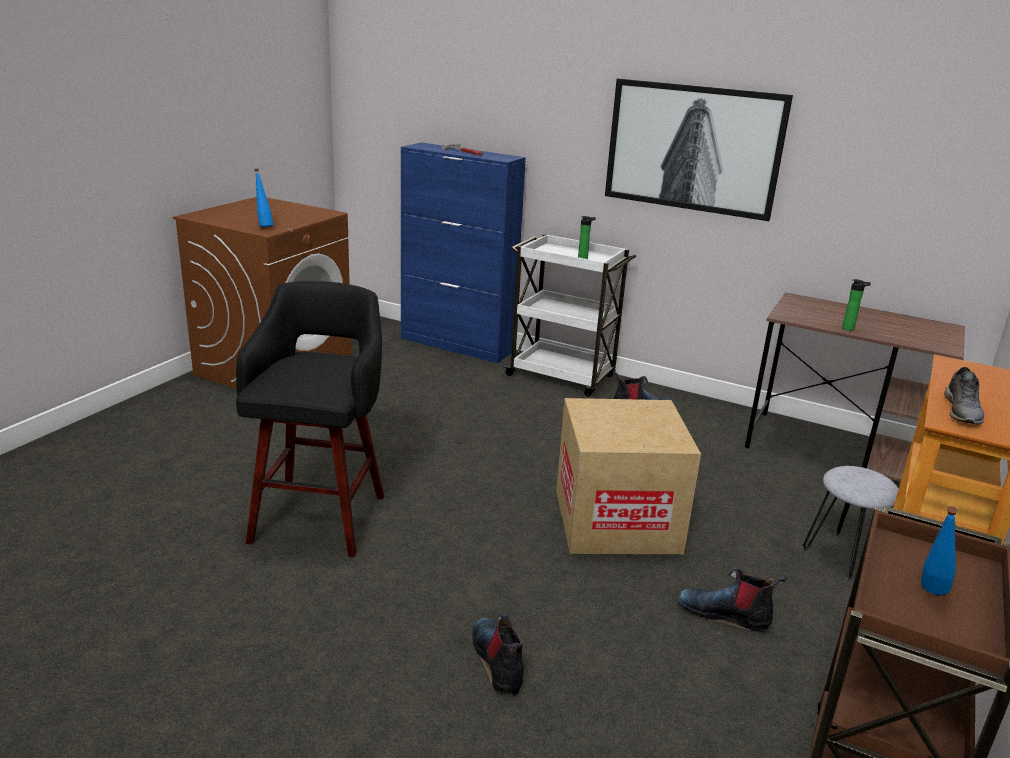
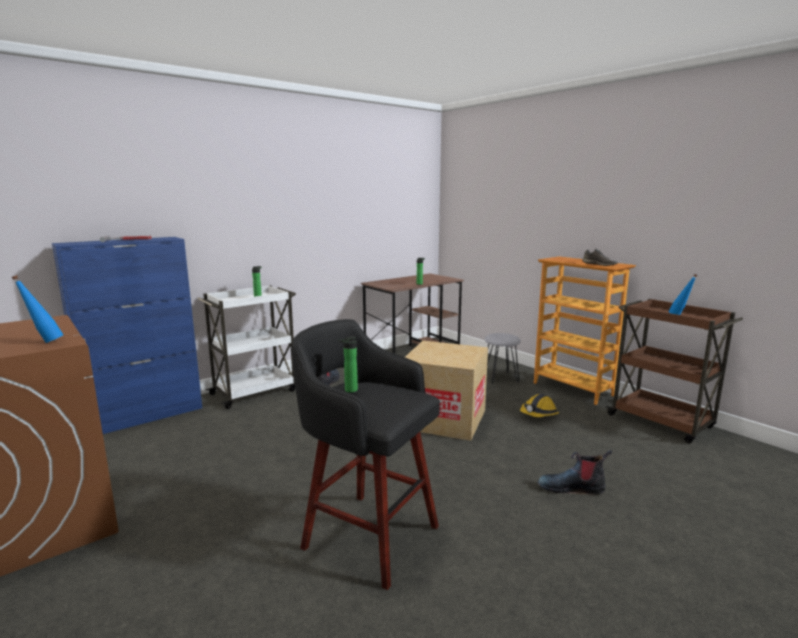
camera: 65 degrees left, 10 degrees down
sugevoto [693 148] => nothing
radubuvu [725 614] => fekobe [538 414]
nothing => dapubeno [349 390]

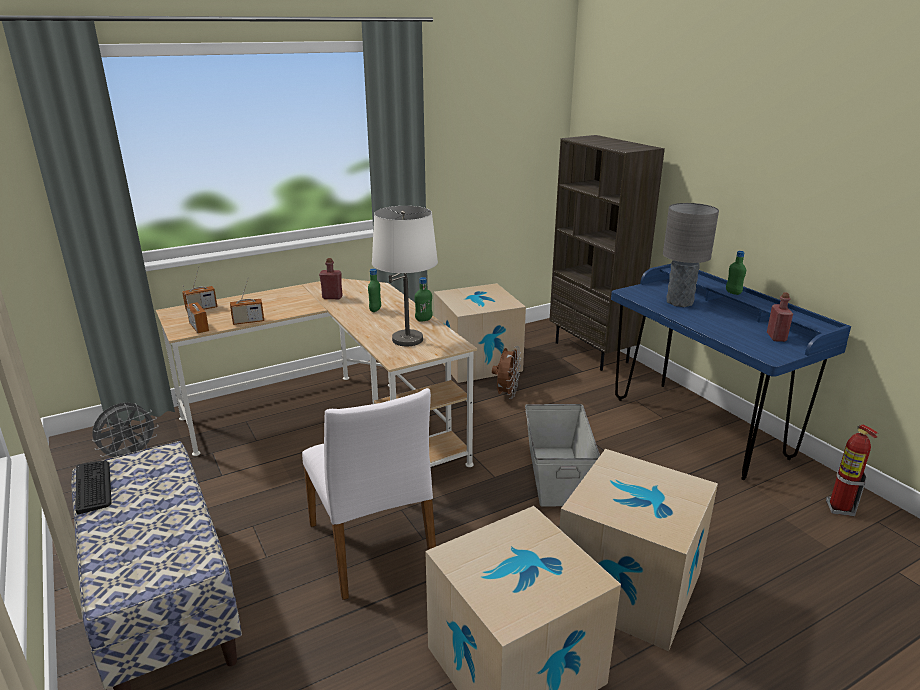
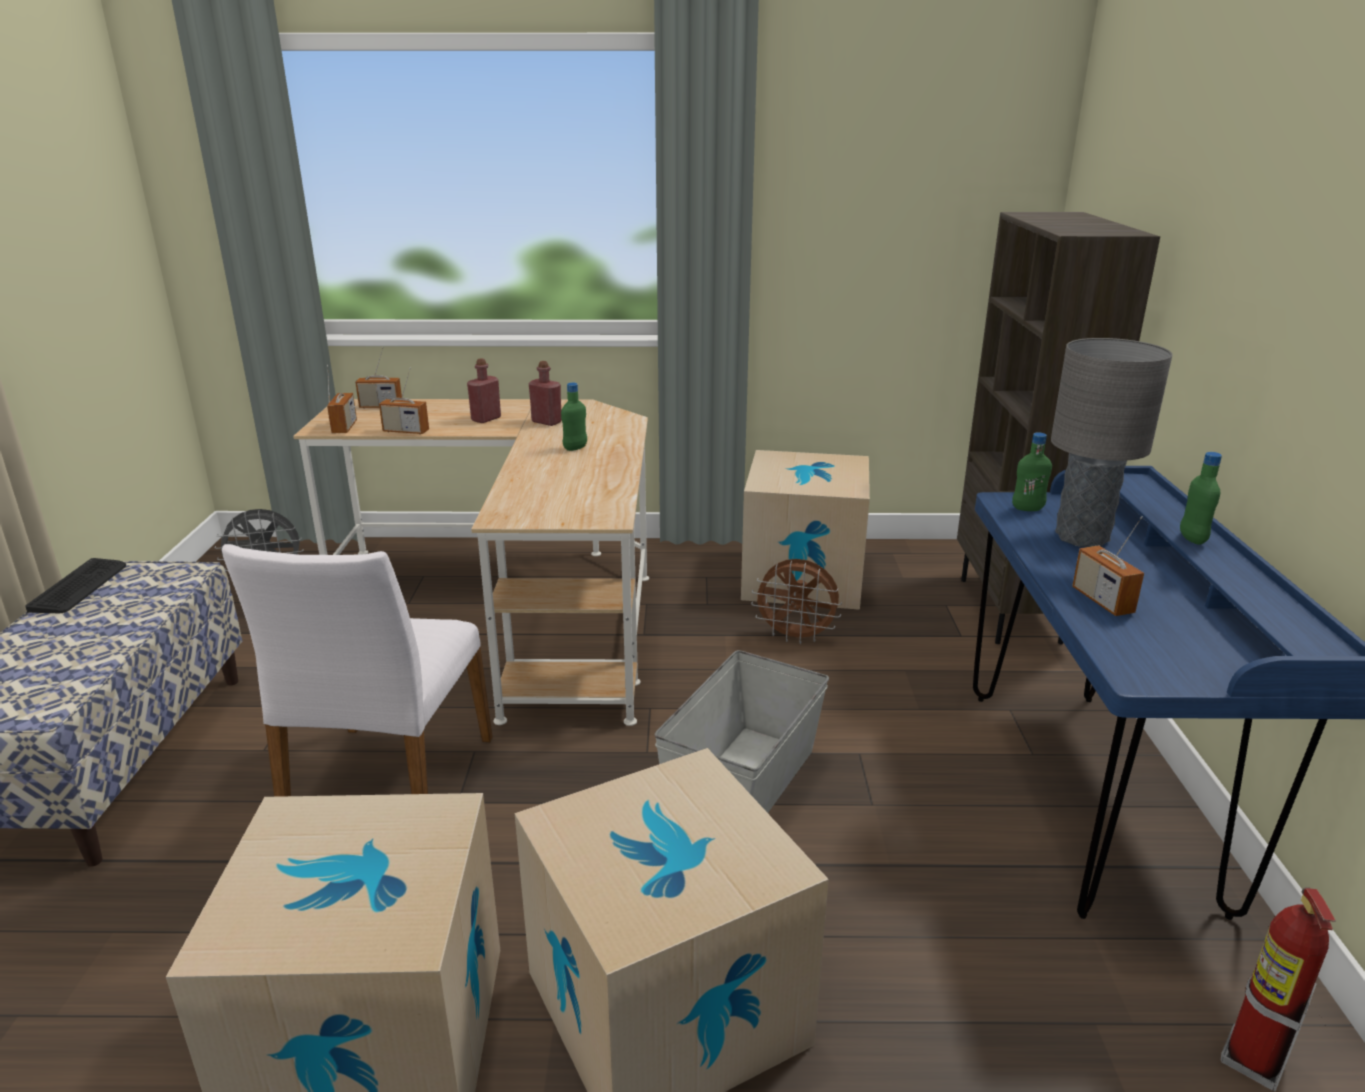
camera: 30 degrees right, 0 degrees up
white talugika [407 339] => nothing
green dapubeno [423 319] => green dapubeno [1027 509], shifted
red dapubeno [776 337] => red dapubeno [486 419], shifted
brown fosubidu [506 394] => brown fosubidu [796 637], 60 degrees clockwise
nothing => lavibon [1102 601]

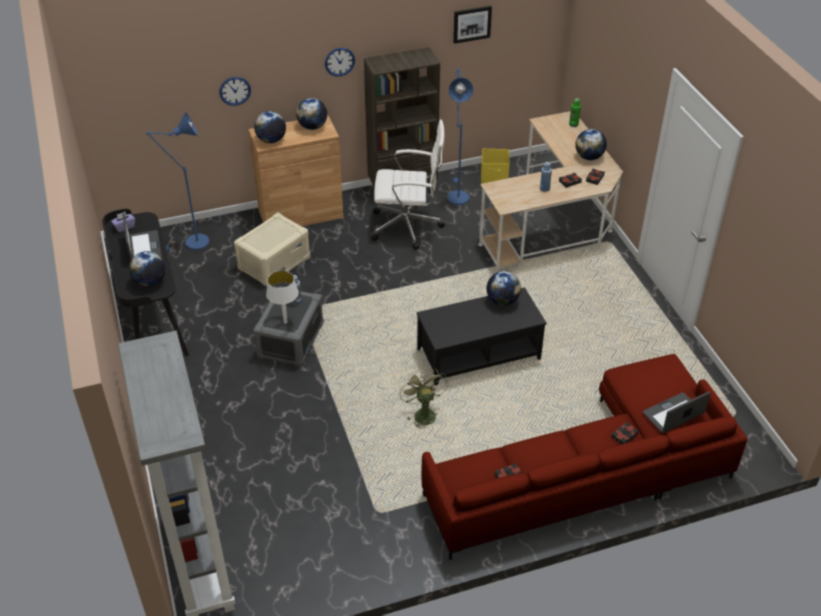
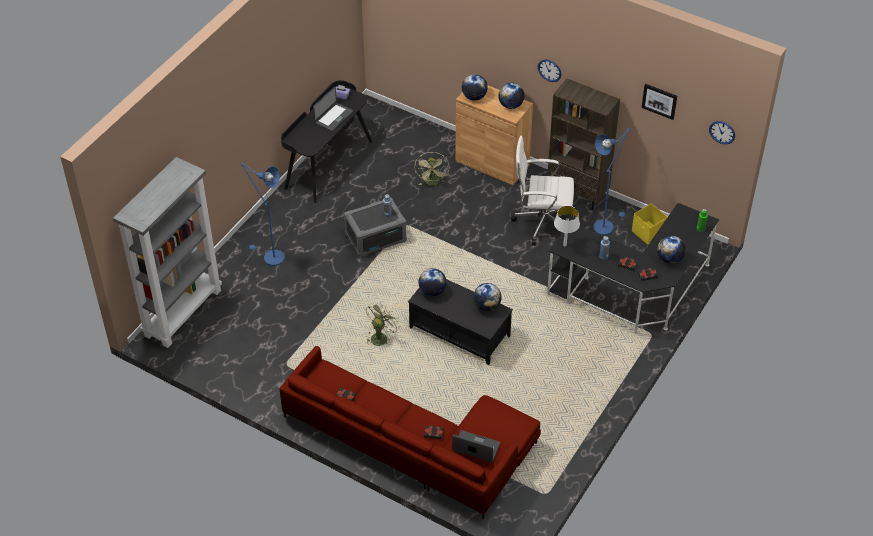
camera: 50 degrees right, 5 degrees up
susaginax [235 91] => susaginax [722 132], shifted
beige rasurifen [553 224] => black rasurifen [634 294]
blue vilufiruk [192 244] => blue vilufiruk [270 257], shifted
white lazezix [408 227] => white lazezix [542 222], 135 degrees clockwise
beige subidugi [274 262] => green fosubidu [432 183]
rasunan [150 281] => rasunan [432 291], shifted
white talugika [285 322] => white talugika [564 245], shifted

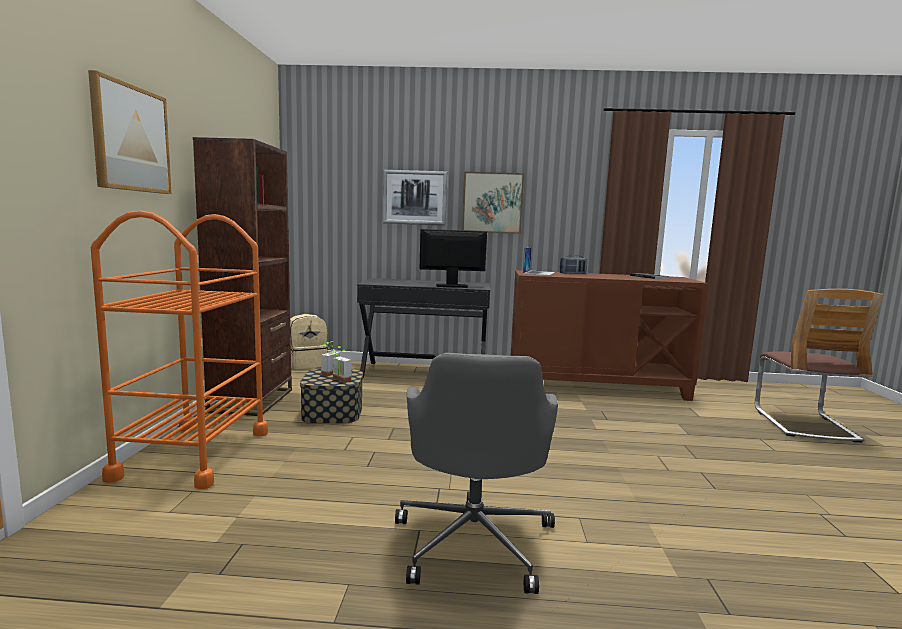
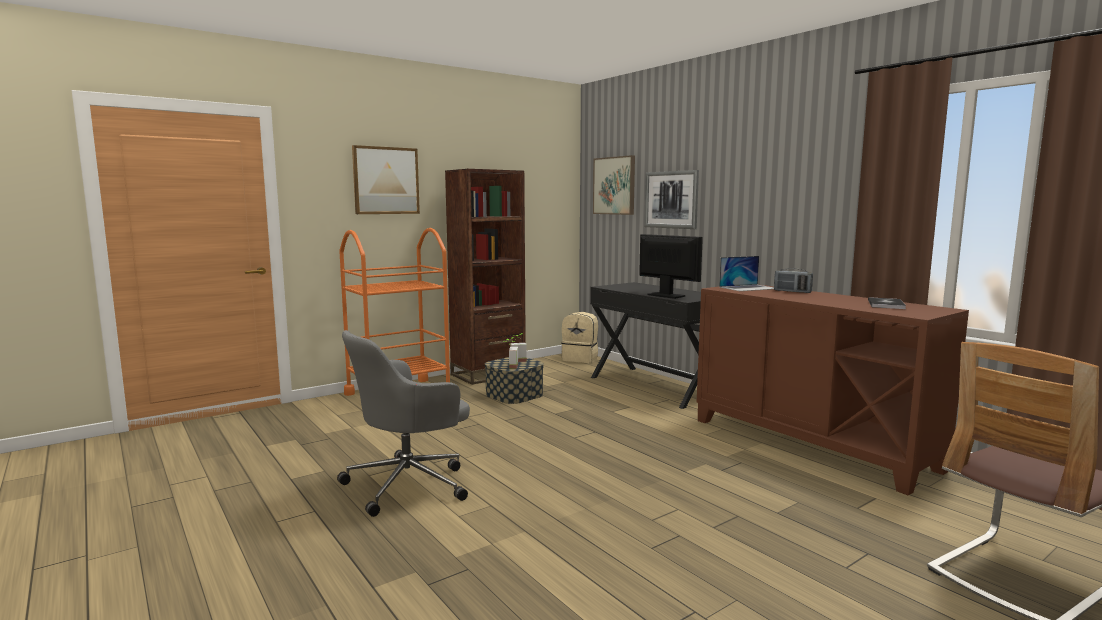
camera: 50 degrees right, 0 degrees up
sugevoto [492 203] => sugevoto [614 185], shifted

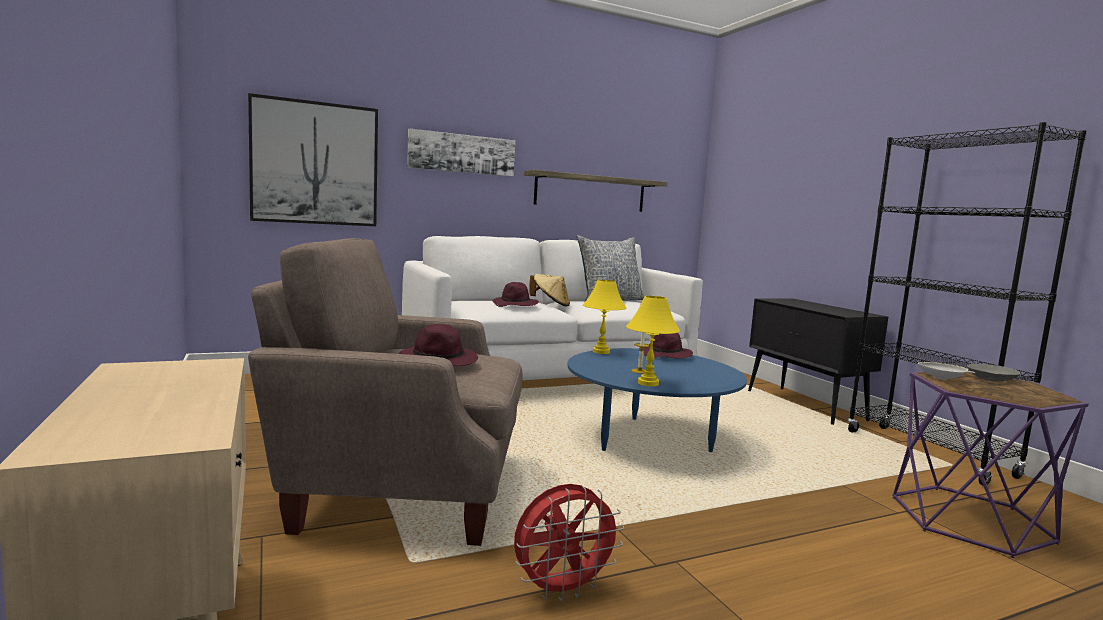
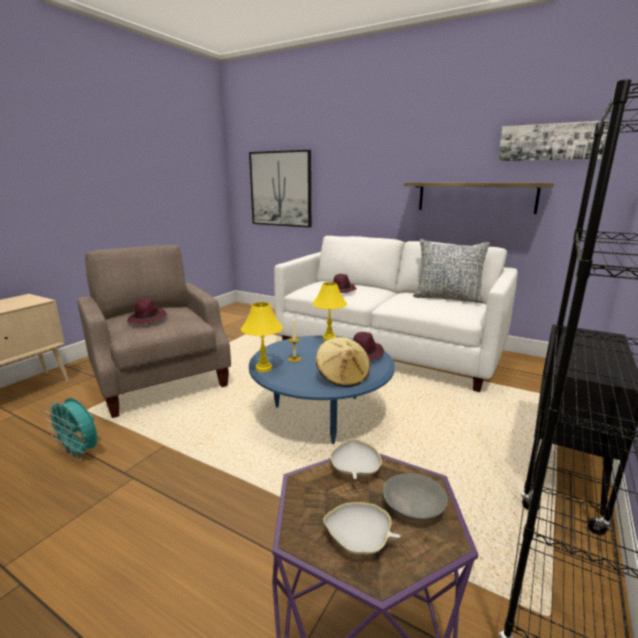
camera: 55 degrees right, 10 degrees up
sugevoto [462 153] => sugevoto [555 142], shifted
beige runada [550 304] => beige runada [342 377], shifted
red fosubidu [562 590] => turquoise fosubidu [80 453]
nothing => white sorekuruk [359 540]

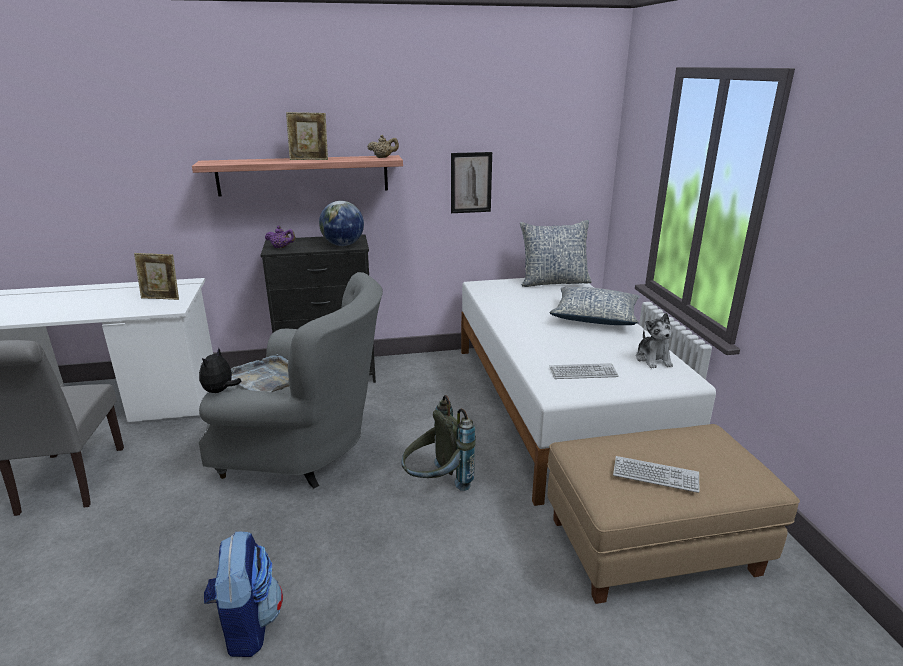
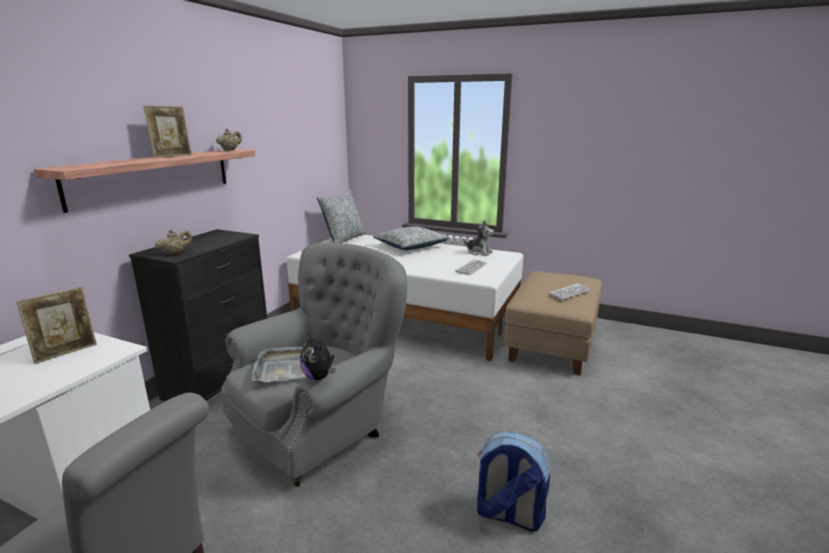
camera: 55 degrees left, 5 degrees down
sugevoto [471 182] => nothing
rasunan [343 245] => nothing
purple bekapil [281 247] => beige bekapil [175 253]
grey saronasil [436 484] => nothing

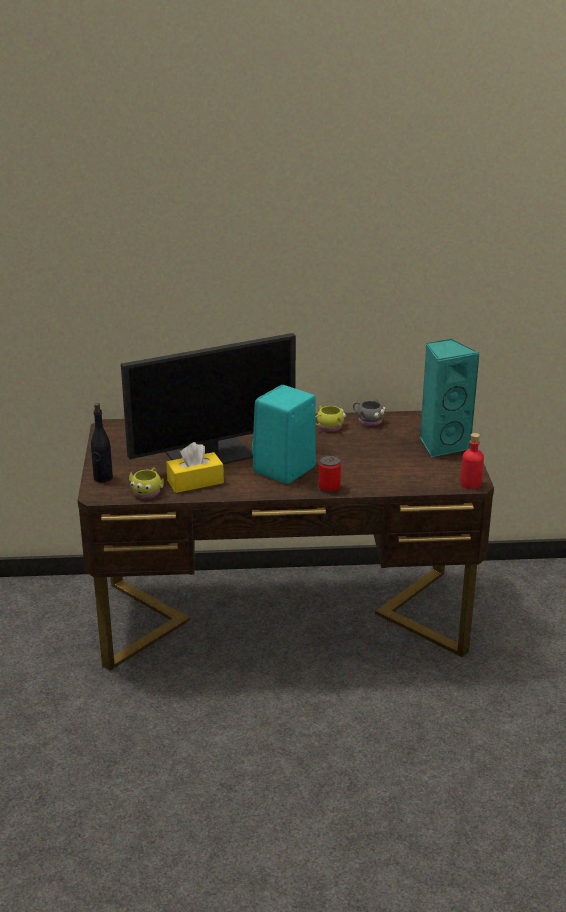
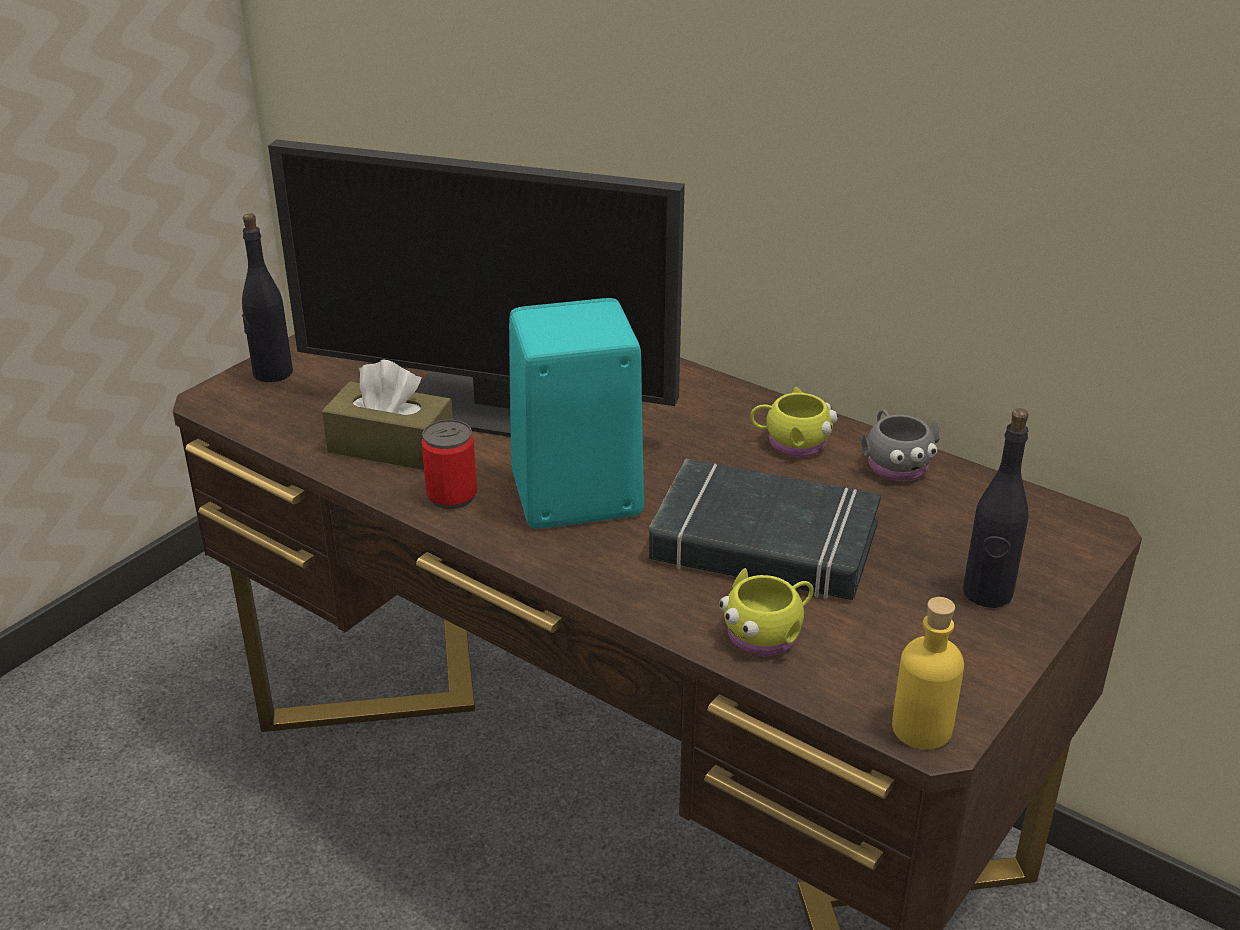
camera: 40 degrees right, 5 degrees up
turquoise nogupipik [442 445] => black dapubeno [987 593]
red dapubeno [470 484] => yellow dapubeno [921 728]
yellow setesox [195 482] => brown setesox [391 446]
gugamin [329 488] => gugamin [452 496], shifted
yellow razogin [148 491] => yellow razogin [768 633], shifted
nothing => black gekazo [763 544]

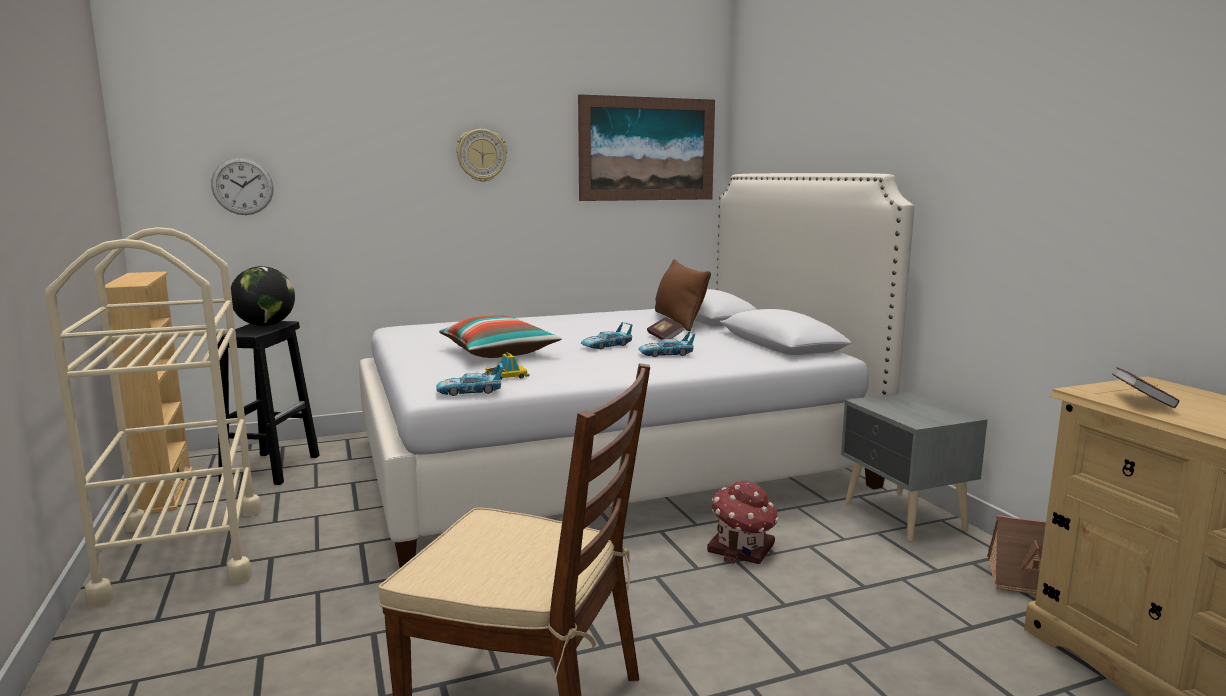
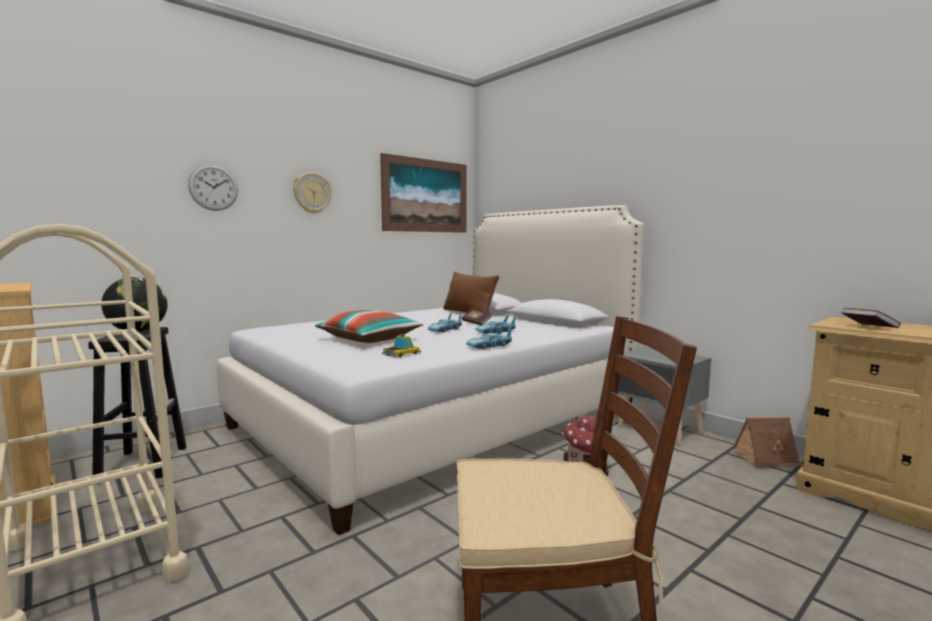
camera: 20 degrees left, 5 degrees down
susaginax [242 186] => susaginax [213 187], shifted
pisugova [470 391] => pisugova [488 346], shifted

